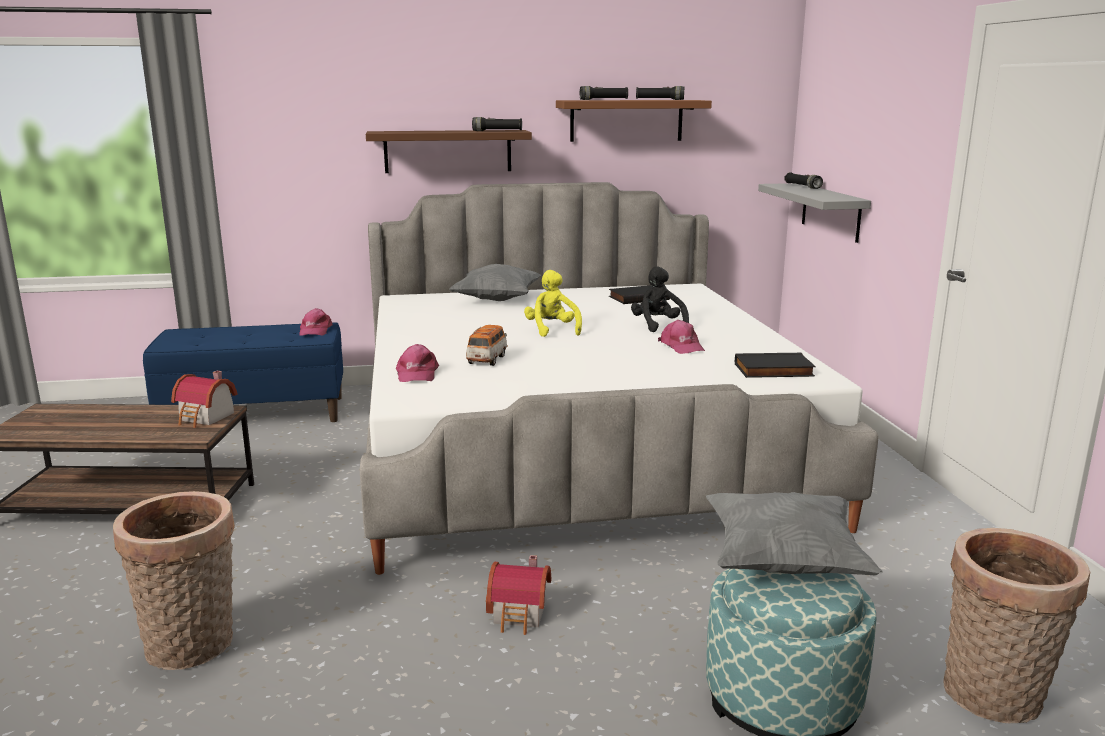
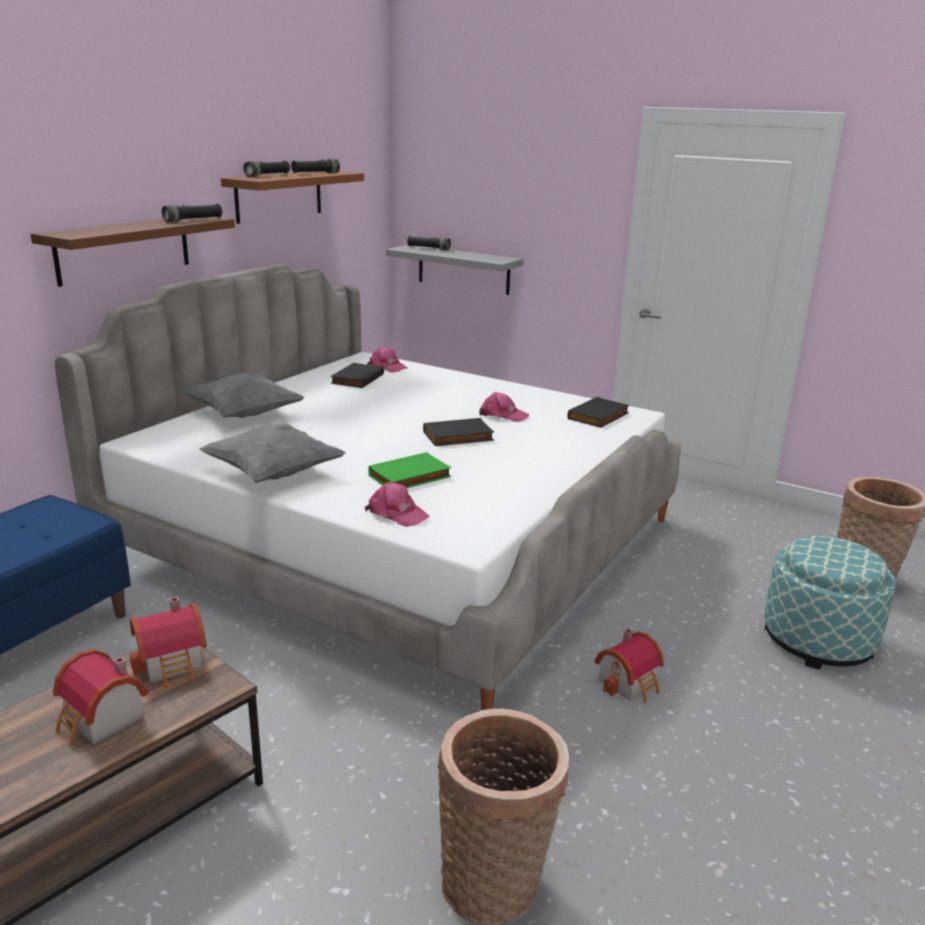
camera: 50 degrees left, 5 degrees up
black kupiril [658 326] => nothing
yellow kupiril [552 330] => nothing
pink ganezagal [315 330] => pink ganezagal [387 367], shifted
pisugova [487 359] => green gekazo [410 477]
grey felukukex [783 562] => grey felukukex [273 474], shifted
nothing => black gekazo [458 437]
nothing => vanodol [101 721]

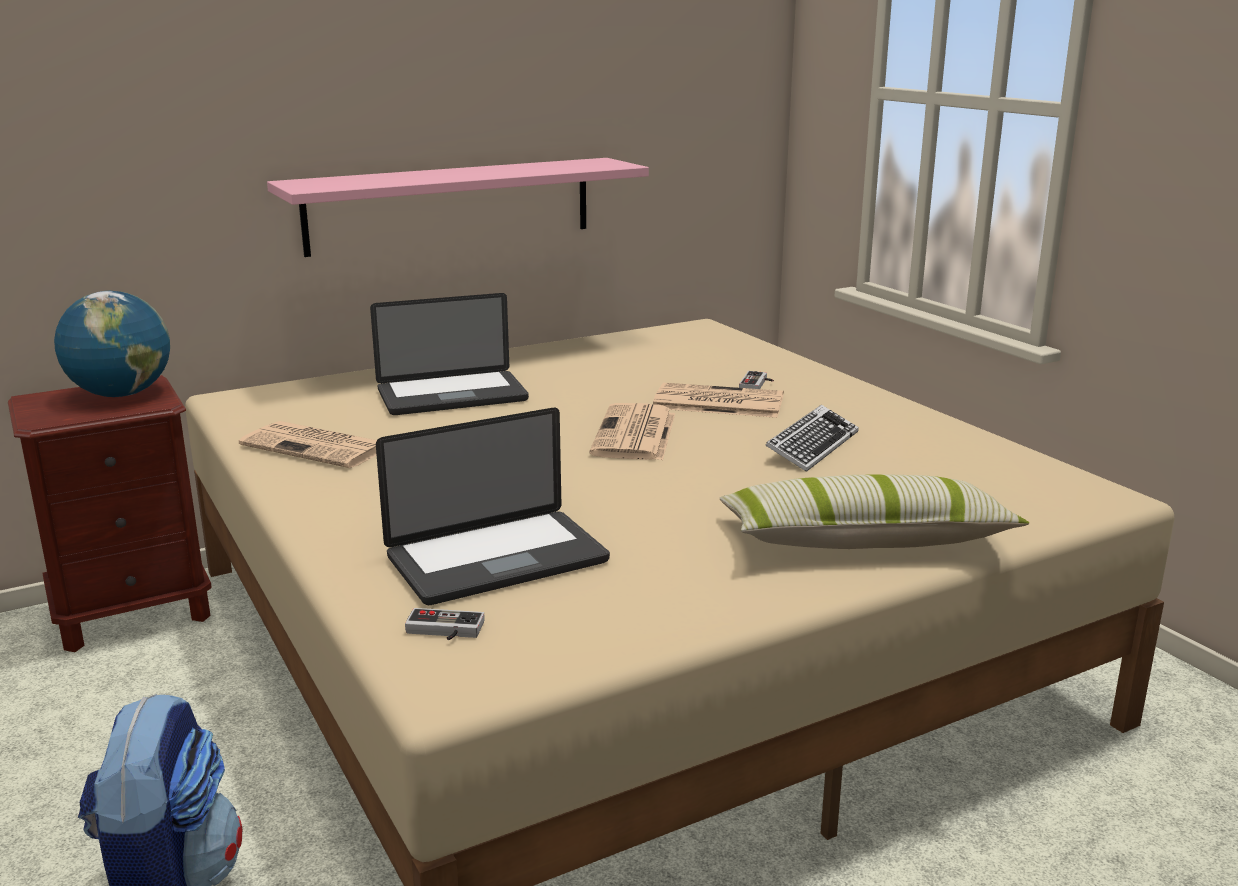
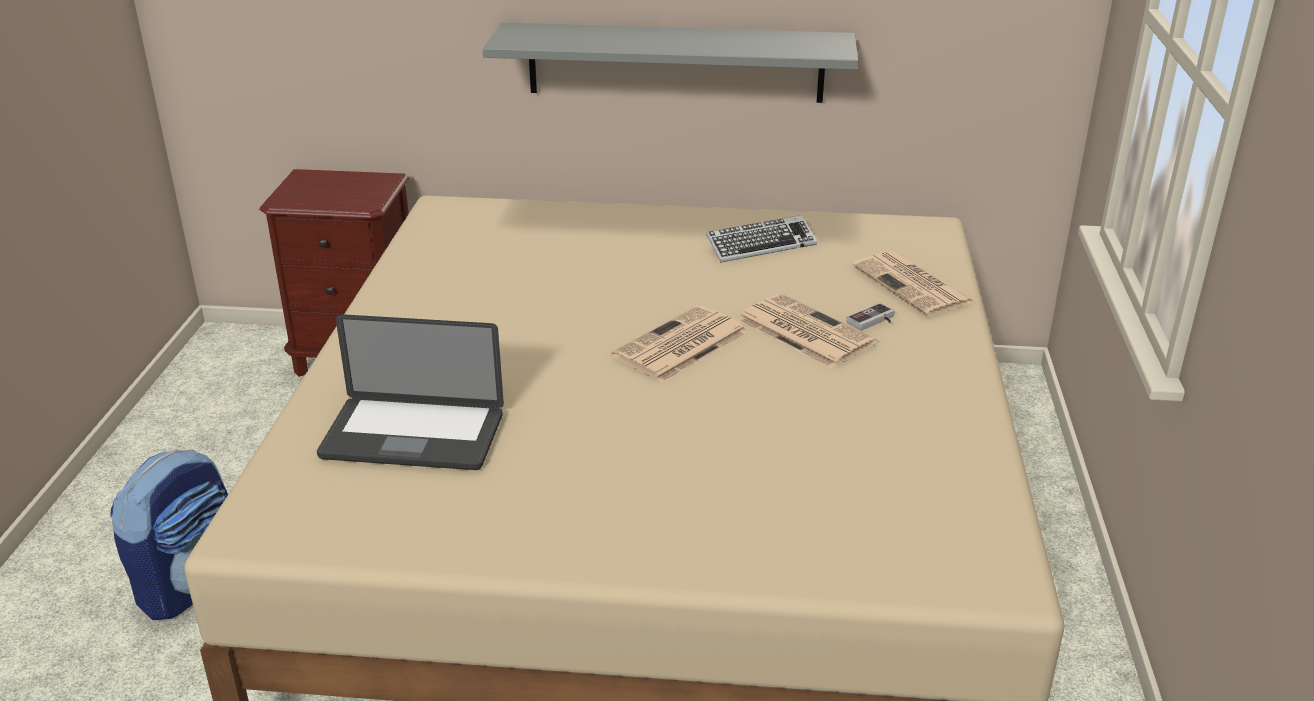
camera: 35 degrees right, 10 degrees up
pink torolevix [451 205] => grey torolevix [675 62]
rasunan [121 394] => nothing
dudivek [452 395] => nothing
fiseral [812 446] => fiseral [761 245], shifted
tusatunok [319 446] => tusatunok [914 285], shifted
felukukex [864 541] => nothing
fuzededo [443 631] => nothing

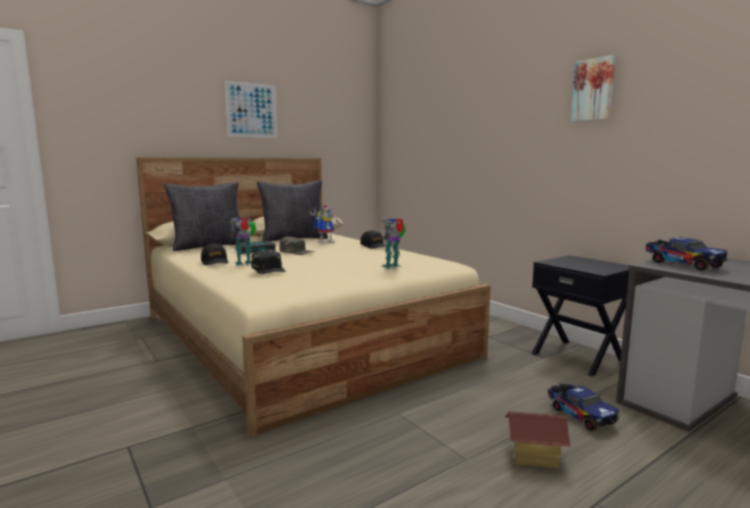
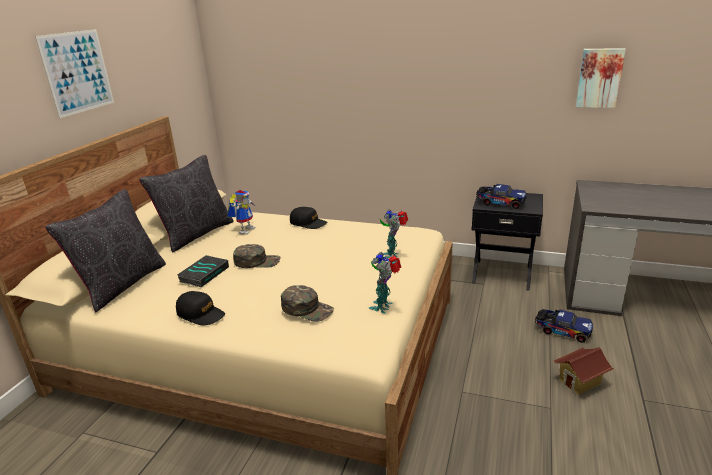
camera: 35 degrees left, 15 degrees up
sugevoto [594 90] => sugevoto [599 78], shifted
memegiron [245 263] => memegiron [383 306], shifted
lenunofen [681 264] => lenunofen [499 203], shifted
black ganezagal [269 269] => green ganezagal [307 309]

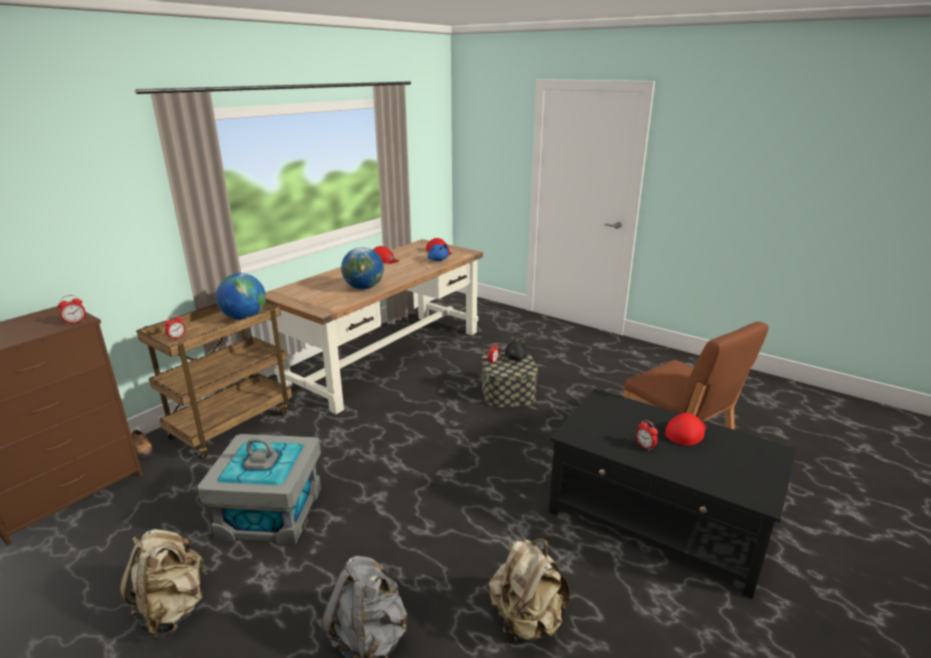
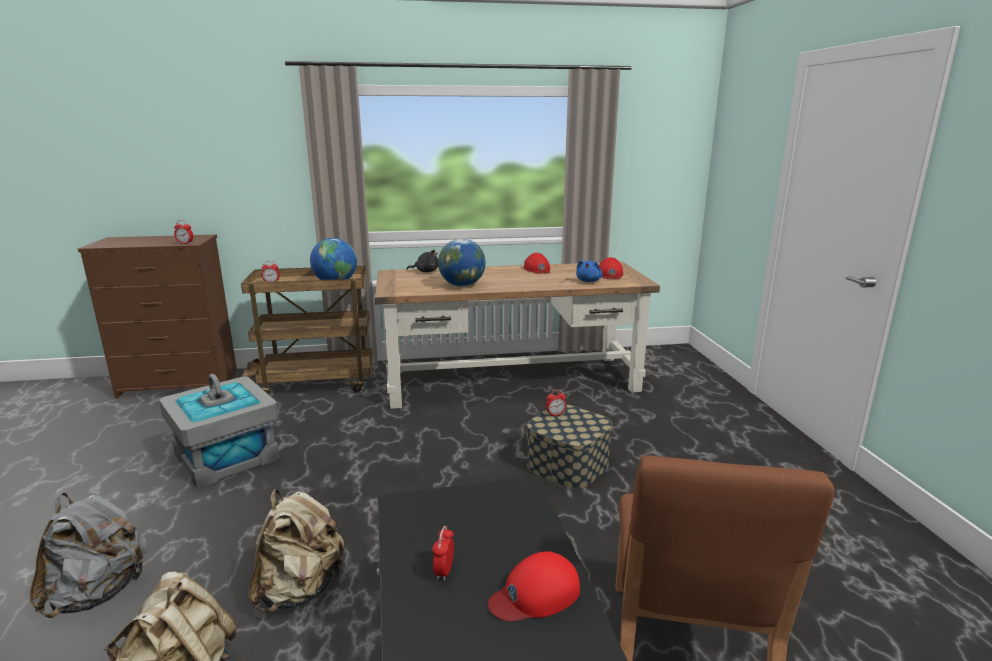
camera: 45 degrees right, 5 degrees down
black kupiril [514 359] => black kupiril [426 271], shifted
red ganezagal [686 432] => red ganezagal [535 594], 150 degrees clockwise
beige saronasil [173 608] => beige saronasil [300 589], shifted

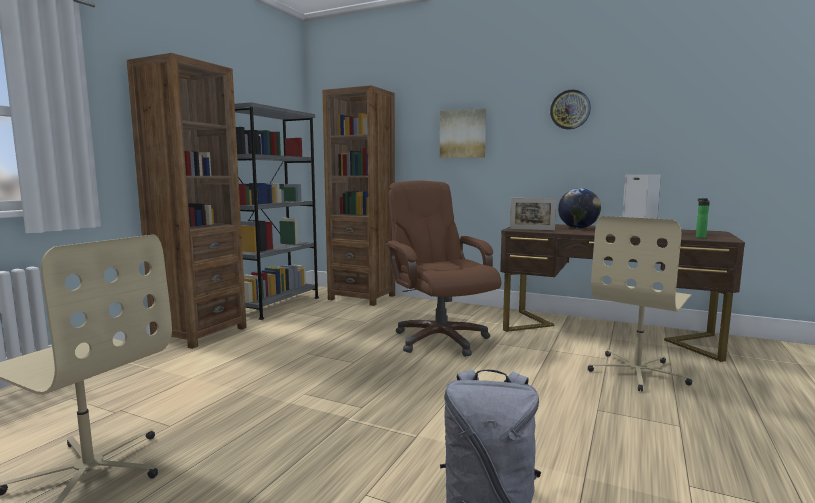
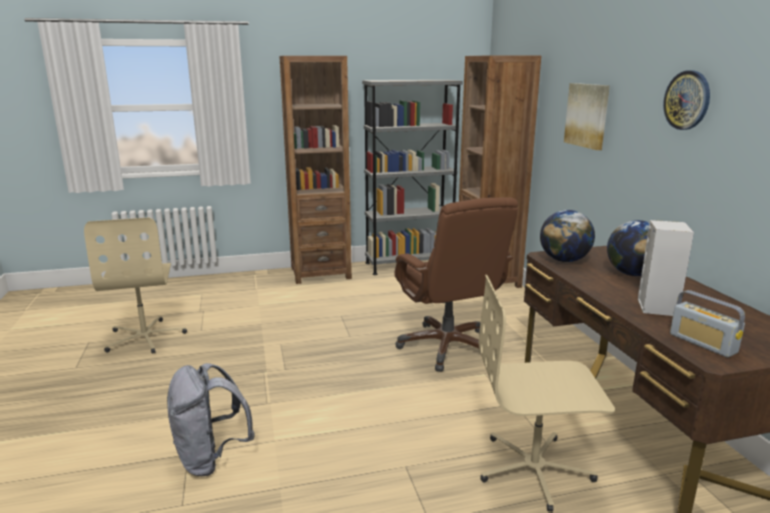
camera: 50 degrees right, 10 degrees up
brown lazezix [440 339] => brown lazezix [448 347], 135 degrees clockwise
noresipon [532 229] => rasunan [564 260]
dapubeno [700 237] => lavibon [702 343]

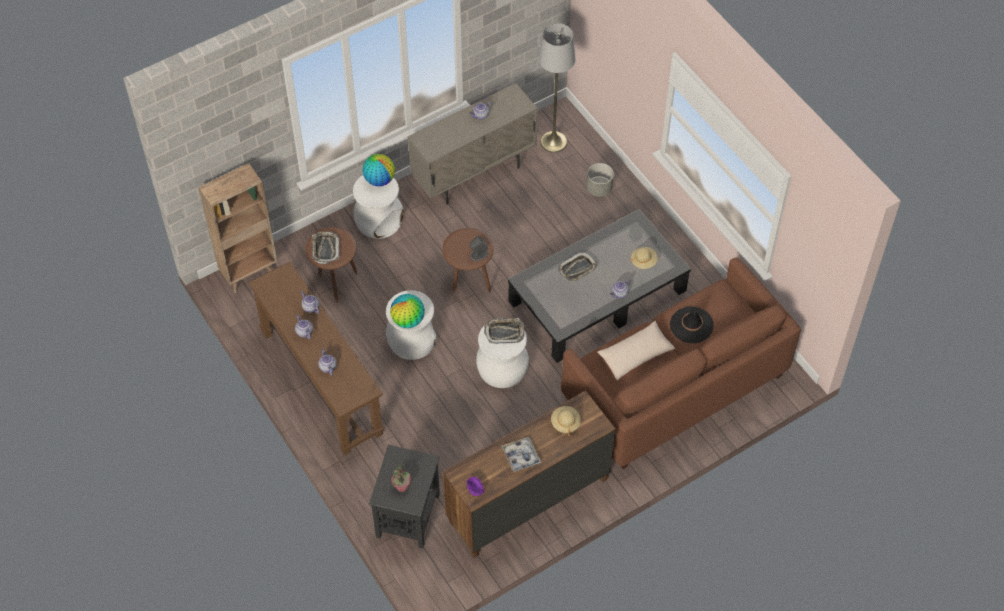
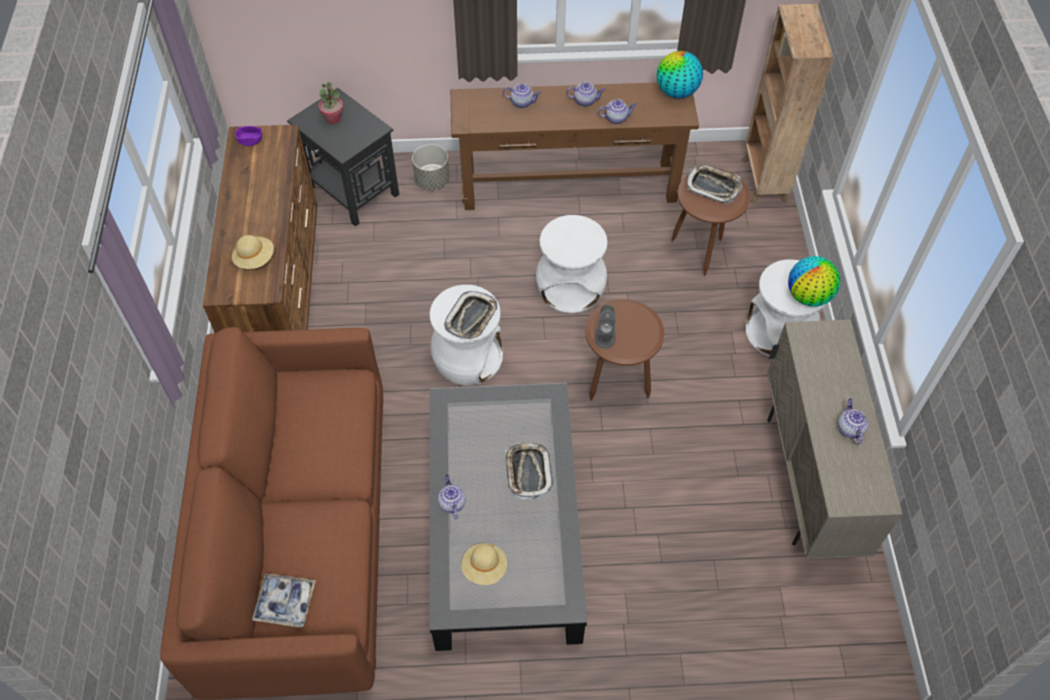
camera: 120 degrees right, 0 degrees up
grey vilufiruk [553 142] => nothing
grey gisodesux [599 188] => grey gisodesux [432 181], shifted
rasunan [408 320] => rasunan [676 92], shifted
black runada [691 325] => nothing
beige felukukex [635 354] => nothing
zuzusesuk [521 456] => zuzusesuk [285 602], shifted

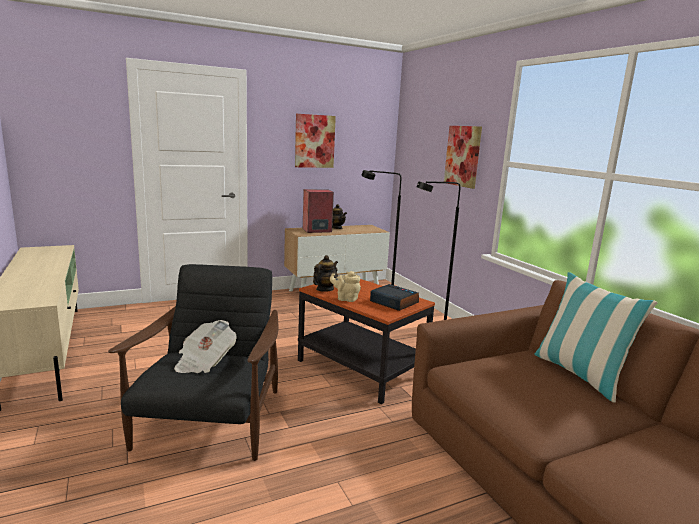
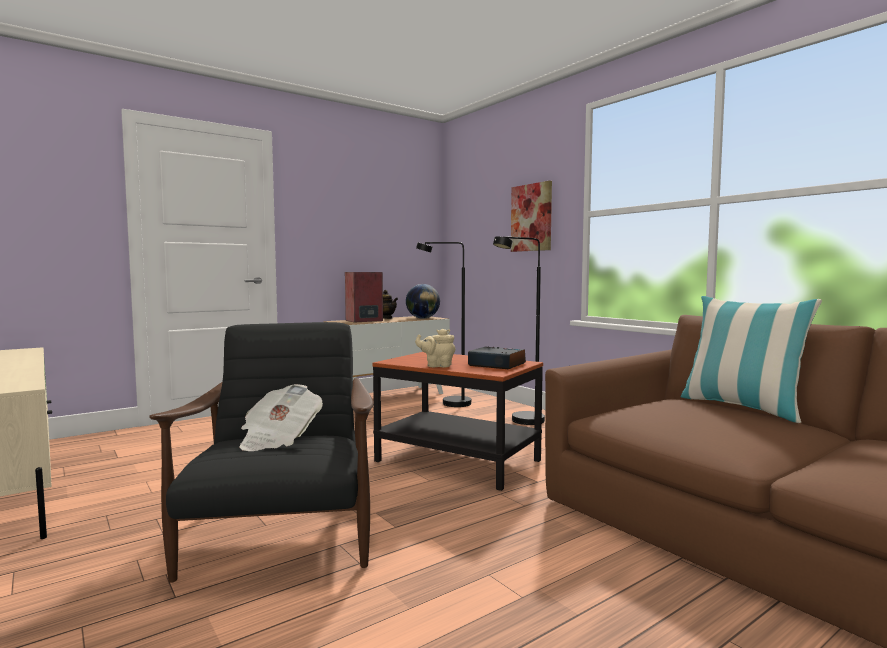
camera: 10 degrees left, 10 degrees down
sugevoto [314 141] => nothing
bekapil [324 289] => nothing
nothing => rasunan [423 318]

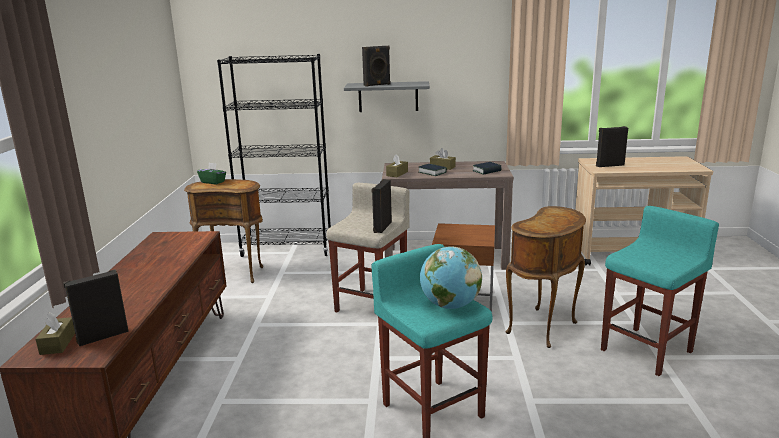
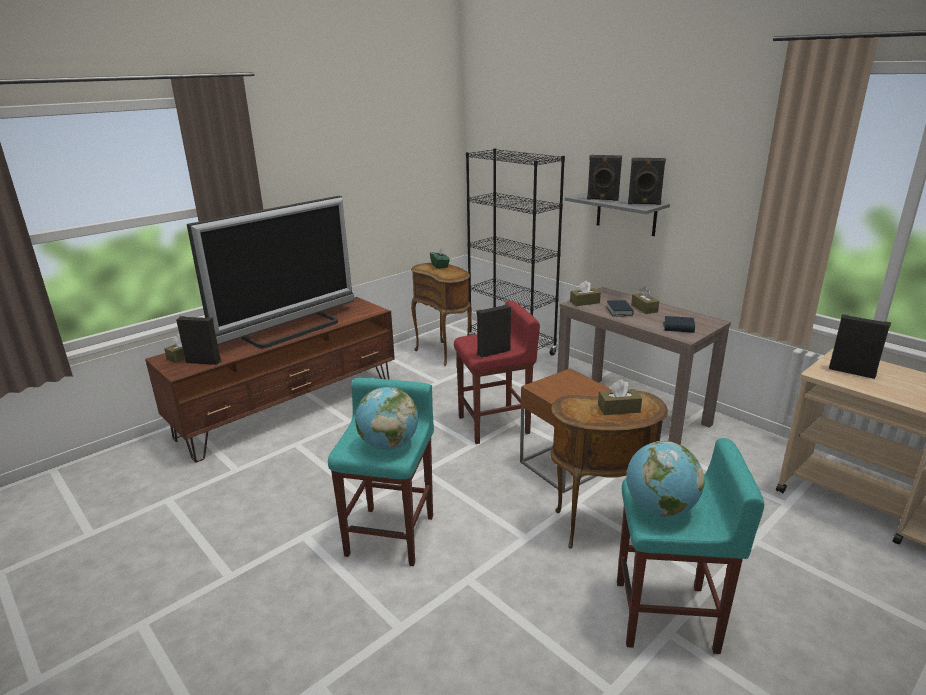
camera: 45 degrees right, 5 degrees up
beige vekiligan [372 304] => red vekiligan [495 425]
nothing => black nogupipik [644 203]
nothing => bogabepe [292 330]
nothing => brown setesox [619 409]
nothing => rasunan [659 509]

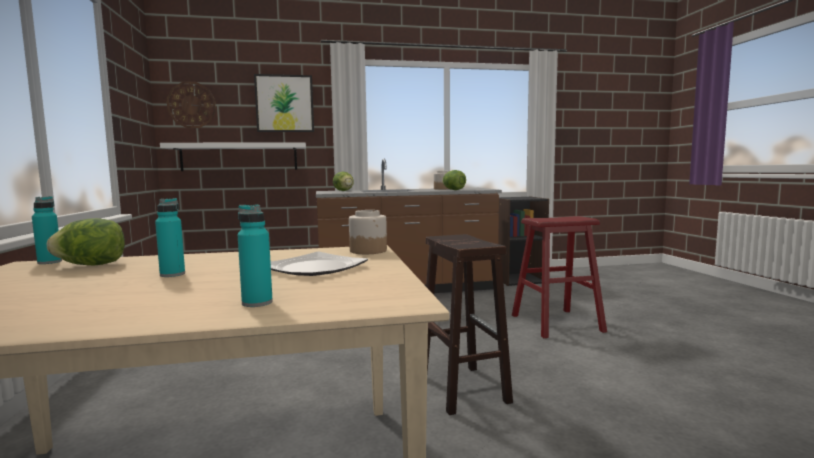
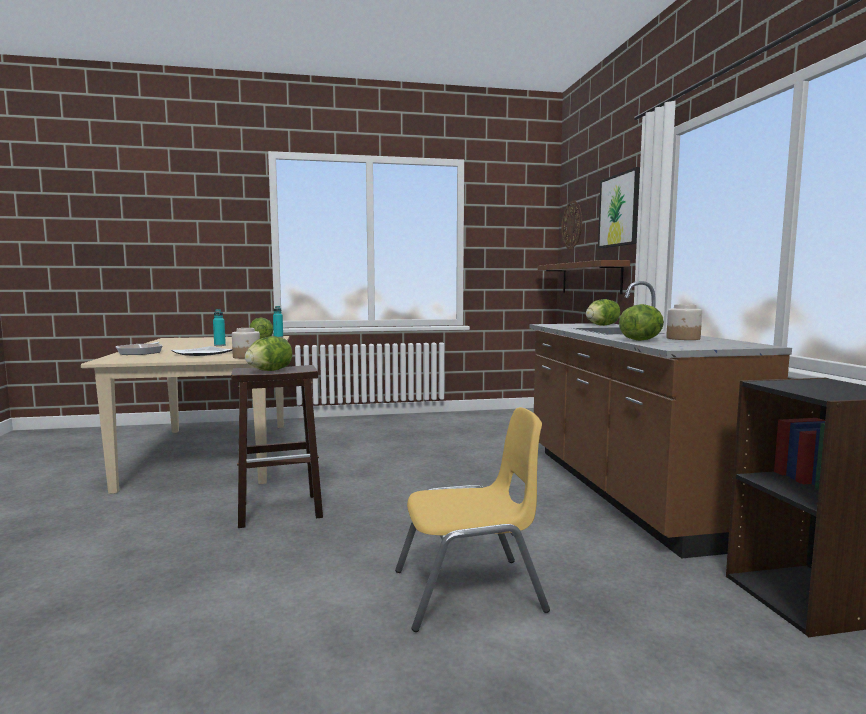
camera: 90 degrees right, 0 degrees up
white torolevix [239 157] => brown torolevix [590 278]
turquoise dapubeno [257 303] => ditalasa [141 352]
red vekiligan [556 323] => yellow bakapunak [469 592]
nothing => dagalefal [270 371]

